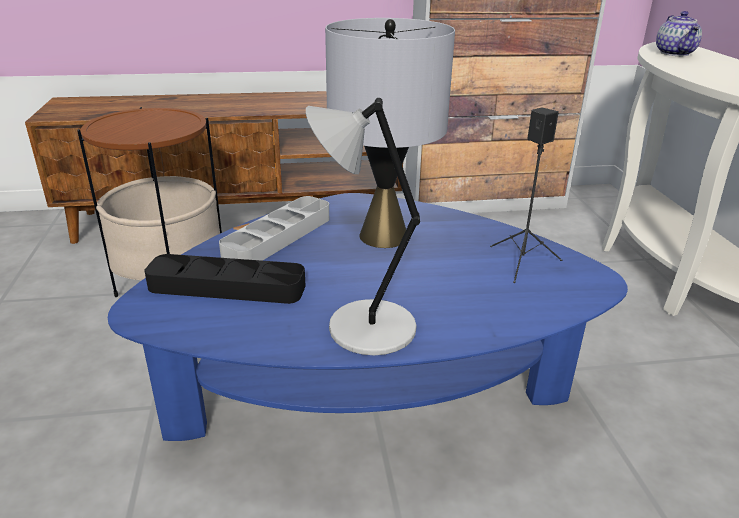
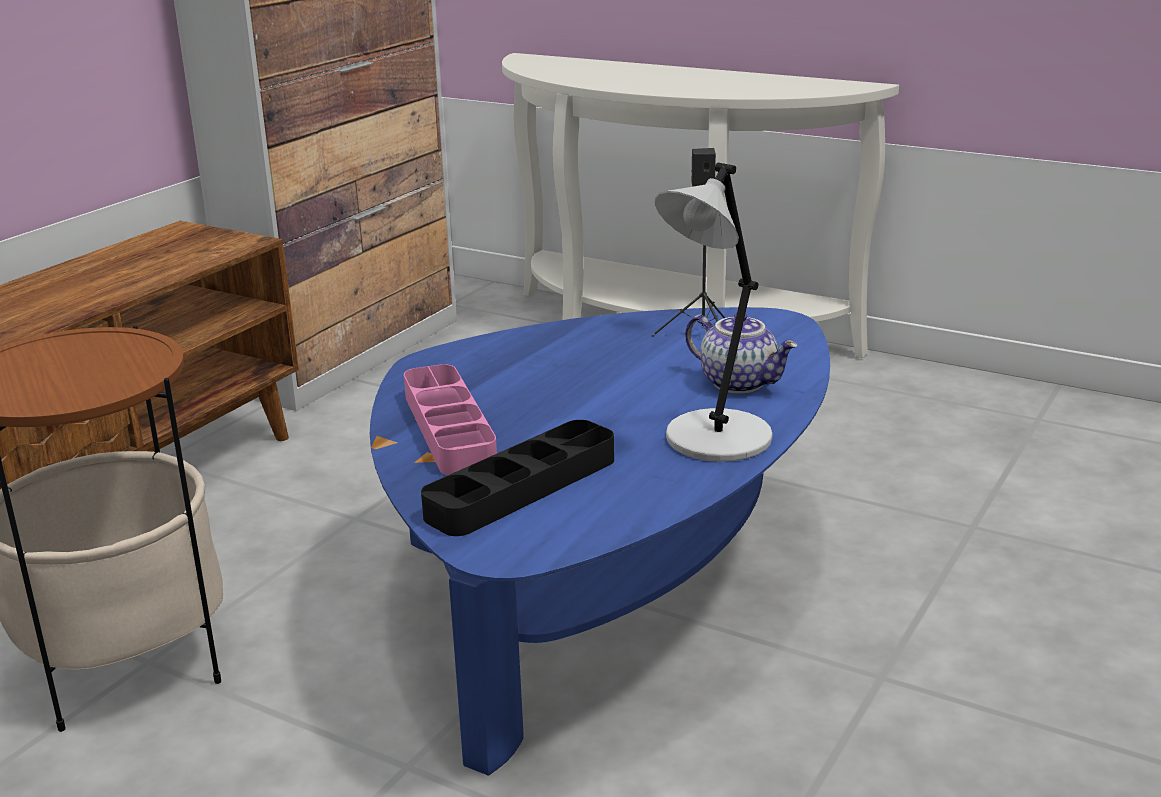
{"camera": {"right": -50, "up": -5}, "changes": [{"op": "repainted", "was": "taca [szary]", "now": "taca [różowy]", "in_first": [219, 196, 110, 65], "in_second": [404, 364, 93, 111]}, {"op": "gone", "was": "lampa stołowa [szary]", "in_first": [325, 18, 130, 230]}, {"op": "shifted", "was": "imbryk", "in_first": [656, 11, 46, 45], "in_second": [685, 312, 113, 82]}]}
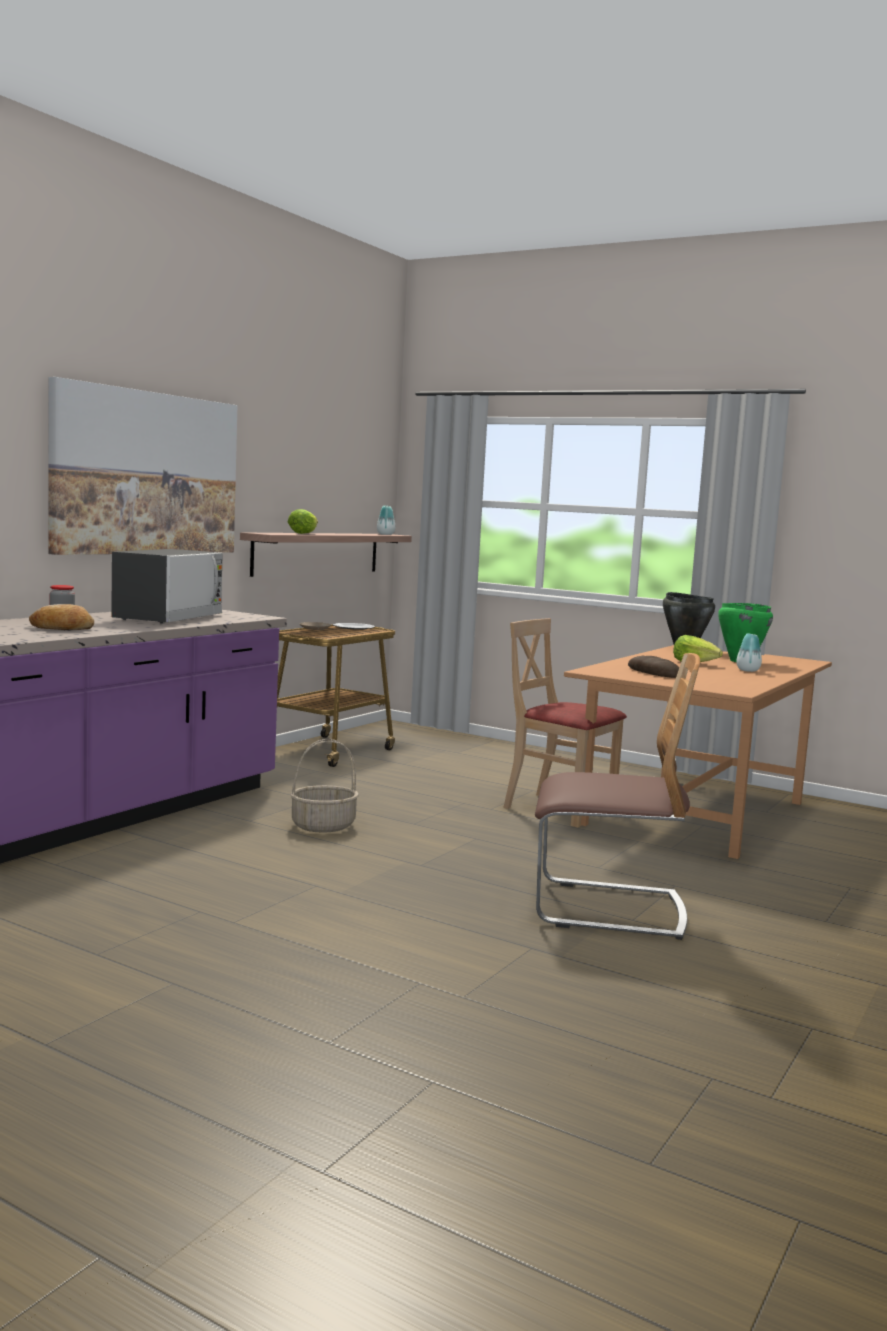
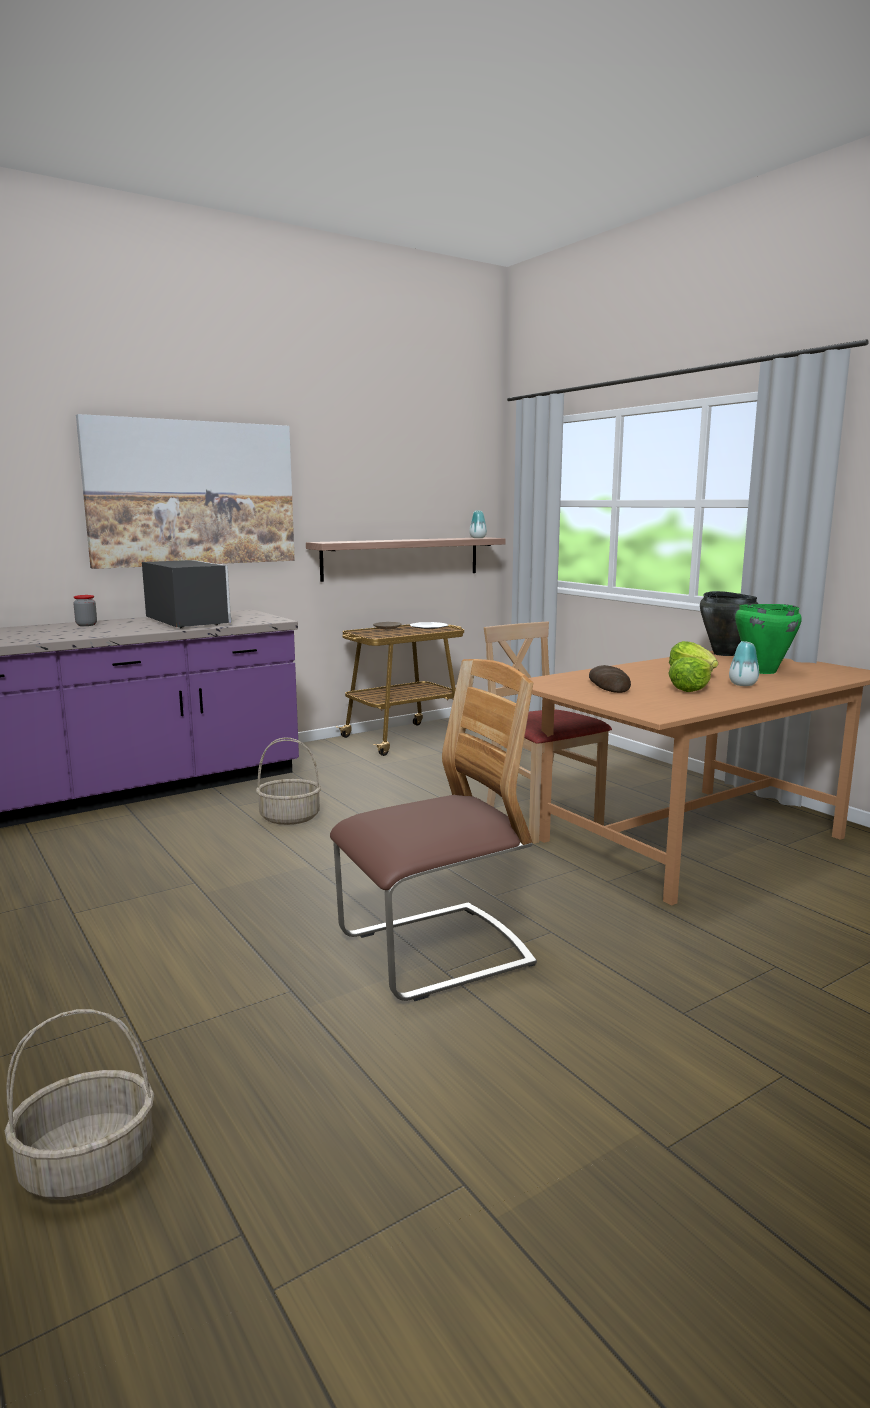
{"camera": {"right": 25, "up": 5}, "changes": [{"op": "gone", "was": "chleb", "in_first": [29, 604, 65, 26]}, {"op": "rotated", "was": "mikrofalówka", "in_first": [111, 549, 112, 74], "in_second": [142, 560, 90, 68], "clockwise": -75}, {"op": "shifted", "was": "sałata", "in_first": [288, 509, 30, 25], "in_second": [668, 657, 45, 35]}, {"op": "rotated", "was": "krzesło", "in_first": [535, 653, 165, 287], "in_second": [330, 659, 207, 342], "clockwise": -60}, {"op": "new", "now": "koszyk", "in_second": [5, 1009, 149, 191]}]}
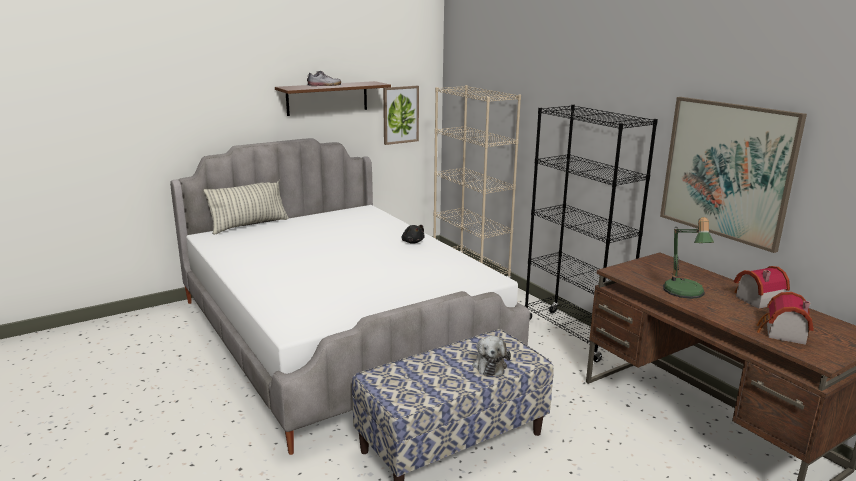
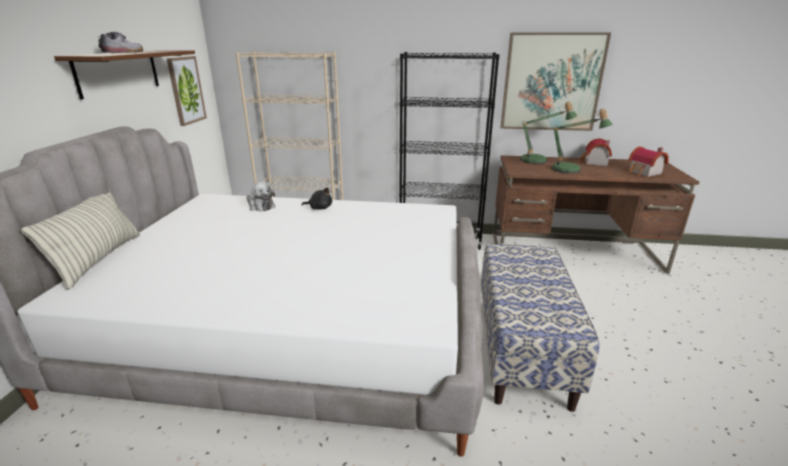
{"camera": {"right": -50, "up": 5}, "changes": [{"op": "shifted", "was": "pluszak", "in_first": [472, 336, 39, 40], "in_second": [247, 181, 28, 30]}, {"op": "new", "now": "lampa stołowa", "in_second": [520, 102, 58, 62]}]}
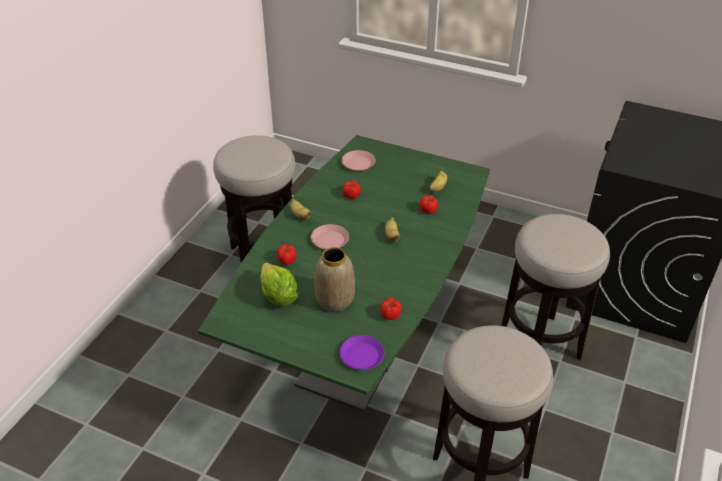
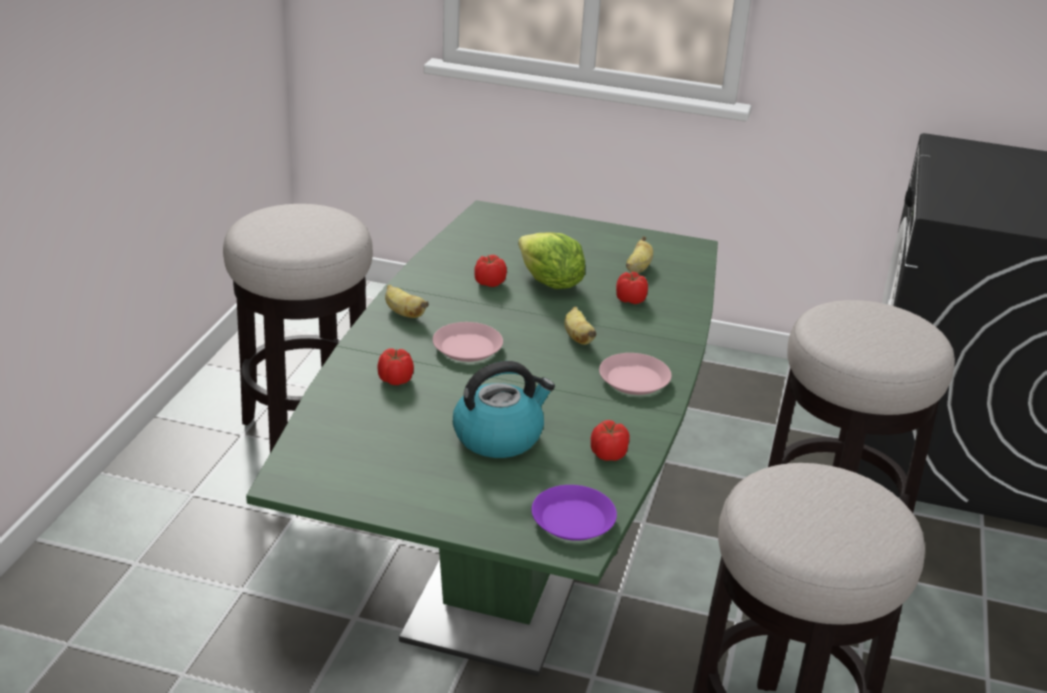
{"camera": {"right": -10, "up": -10}, "changes": [{"op": "shifted", "was": "sałata", "in_first": [260, 263, 38, 43], "in_second": [518, 233, 67, 56]}, {"op": "swapped", "was": "wazon", "now": "czajnik", "in_first": [314, 247, 41, 65], "in_second": [453, 361, 102, 97]}, {"op": "shifted", "was": "talerz [różowy]", "in_first": [341, 150, 35, 21], "in_second": [599, 353, 73, 42]}]}
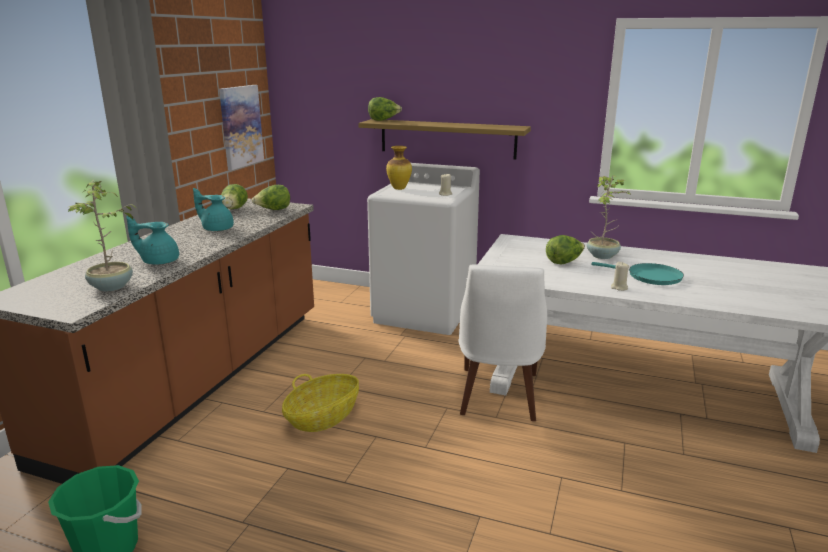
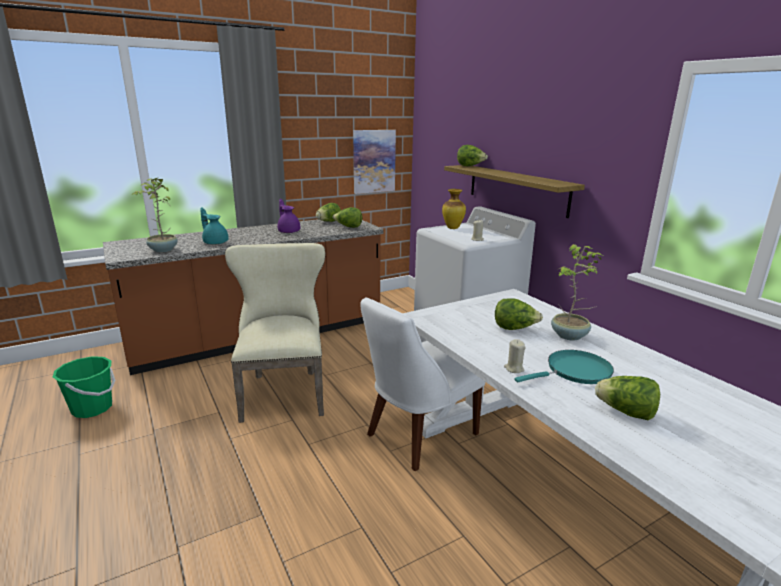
{"camera": {"right": 40, "up": 0}, "changes": [{"op": "repainted", "was": "imbryk [turkusowy]", "now": "imbryk [fioletowy]", "in_first": [193, 188, 41, 43], "in_second": [277, 199, 23, 34]}, {"op": "swapped", "was": "koszyk", "now": "krzesło [beżowy]", "in_first": [282, 374, 77, 58], "in_second": [225, 243, 101, 180]}, {"op": "rotated", "was": "patelnia [turkusowy]", "in_first": [591, 262, 93, 23], "in_second": [515, 350, 99, 34], "clockwise": -90}, {"op": "new", "now": "sałata", "in_second": [595, 376, 65, 44]}]}
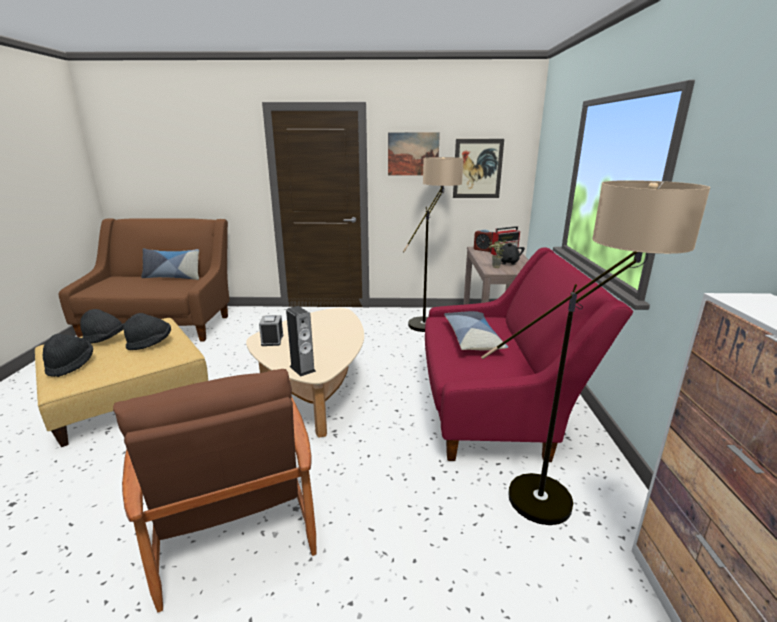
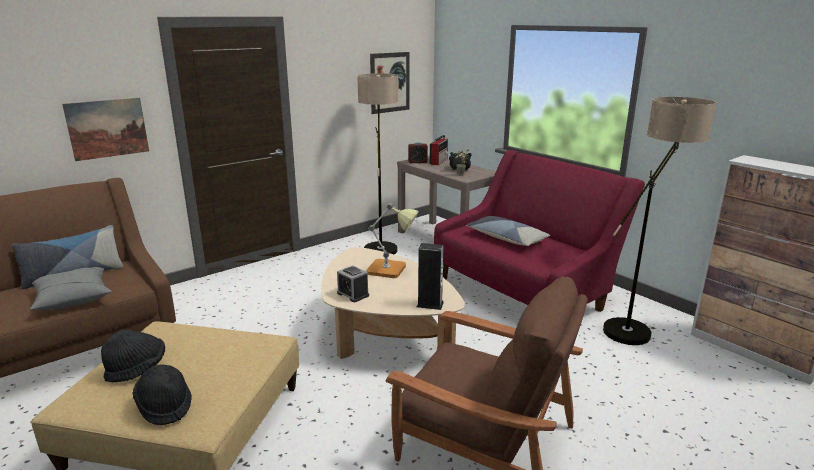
{"camera": {"right": -40, "up": 0}, "changes": [{"op": "gone", "was": "kapelusz [czarny]", "in_first": [123, 313, 48, 37]}, {"op": "shifted", "was": "obraz", "in_first": [388, 132, 52, 43], "in_second": [62, 98, 87, 63]}, {"op": "new", "now": "poduszka [szary]", "in_second": [30, 267, 82, 43]}, {"op": "new", "now": "lampa stołowa", "in_second": [366, 203, 52, 75]}]}
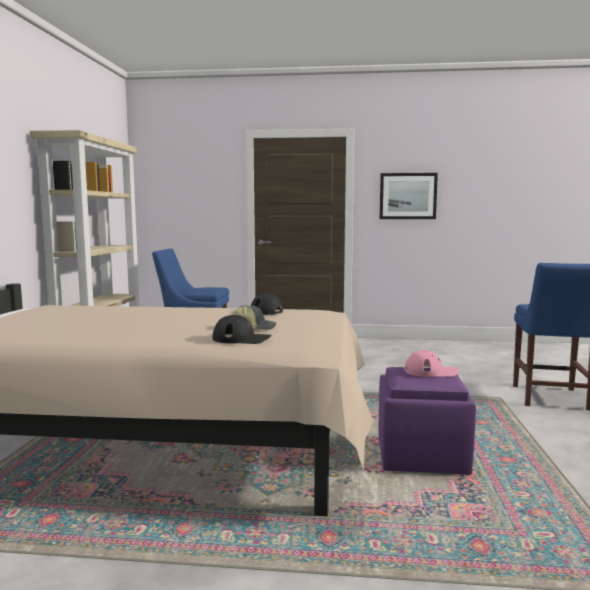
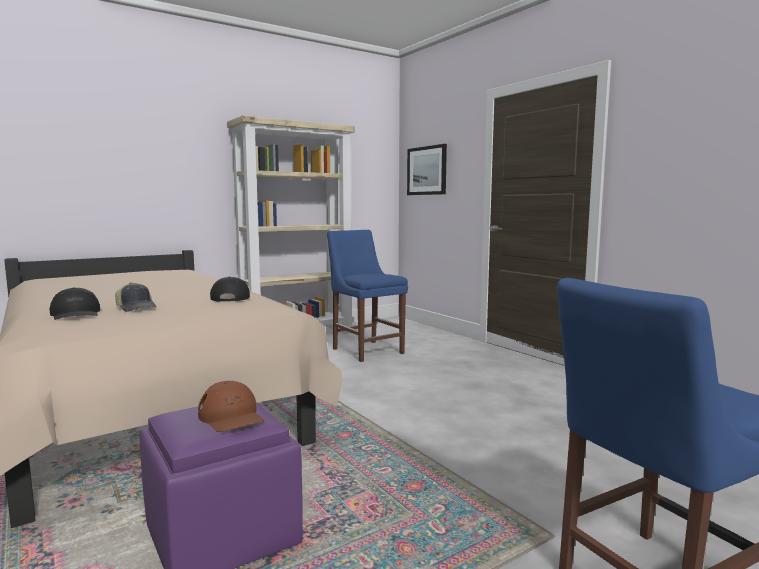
{"camera": {"right": 50, "up": 0}, "changes": [{"op": "shifted", "was": "obraz", "in_first": [380, 173, 58, 46], "in_second": [407, 144, 40, 51]}, {"op": "repainted", "was": "czapka z daszkiem [różowy]", "now": "czapka z daszkiem [brązowy]", "in_first": [404, 350, 55, 27], "in_second": [198, 381, 66, 51]}]}
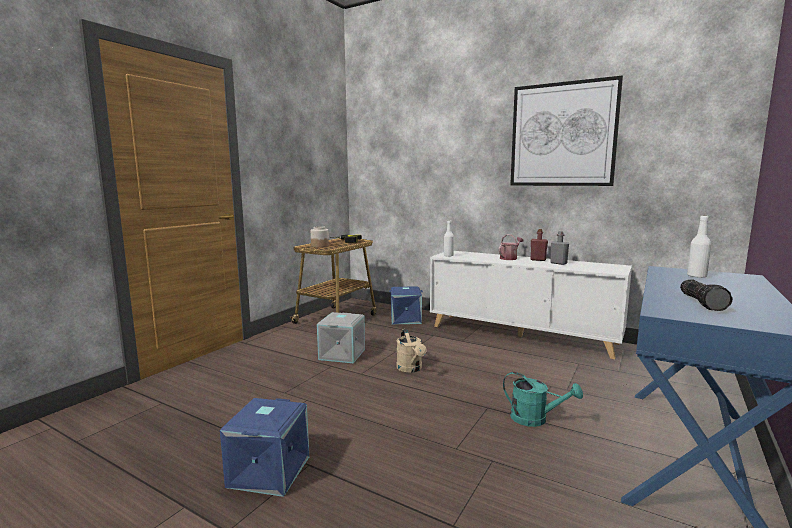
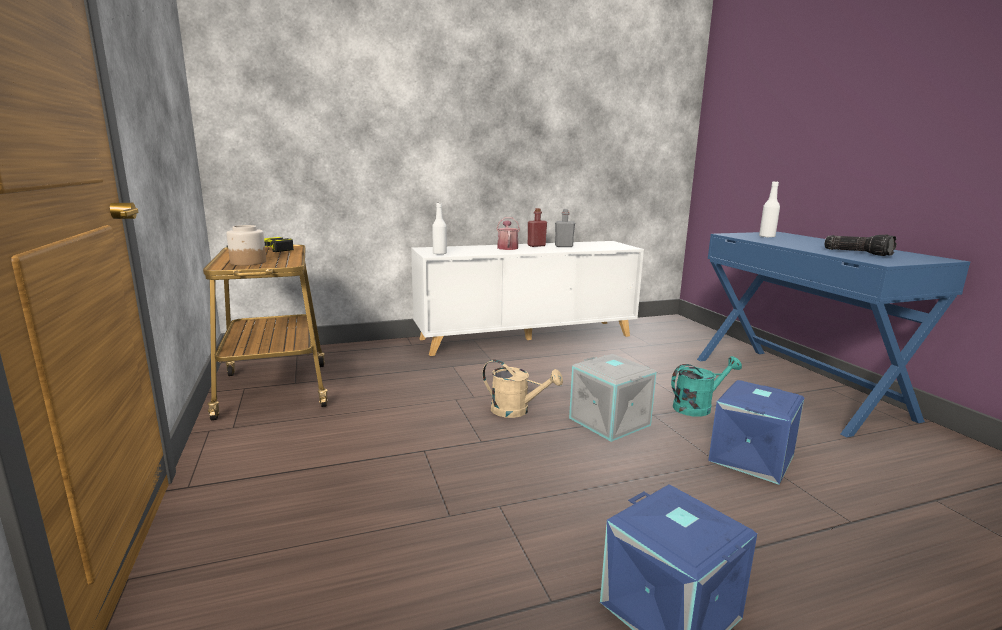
{"camera": {"right": -50, "up": 5}, "changes": [{"op": "shifted", "was": "pojemnik do przechowywania [szary]", "in_first": [317, 312, 48, 52], "in_second": [569, 354, 87, 88]}, {"op": "shifted", "was": "pojemnik do przechowywania [niebieski]", "in_first": [389, 286, 34, 38], "in_second": [708, 380, 96, 105]}, {"op": "gone", "was": "obraz", "in_first": [510, 75, 113, 111]}]}
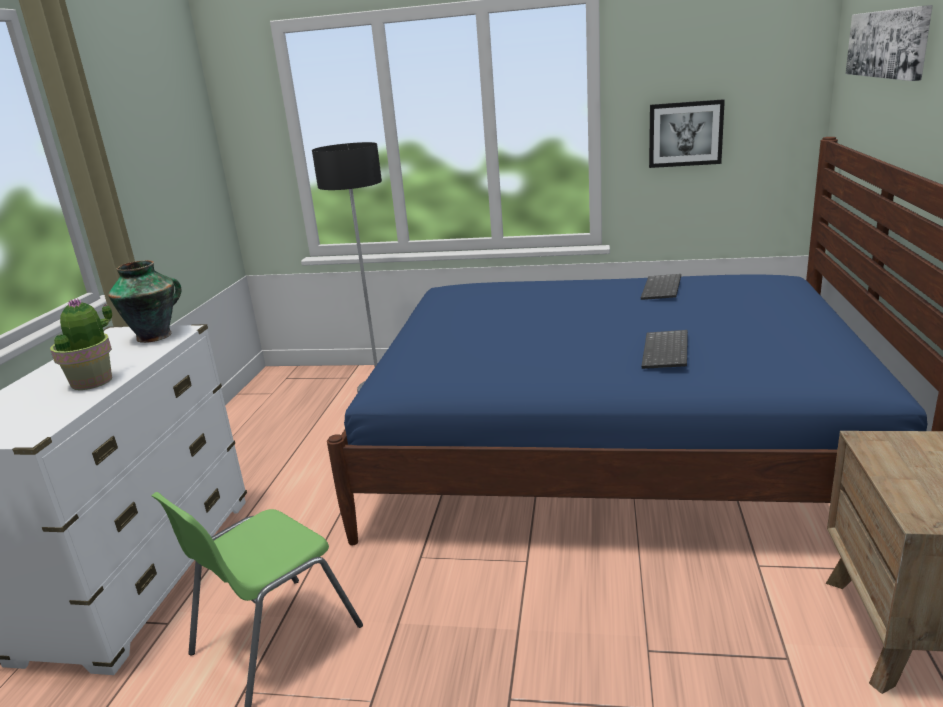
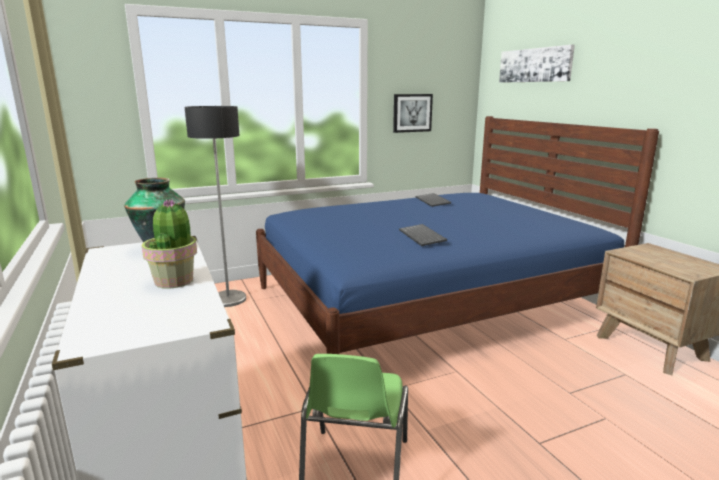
{"camera": {"right": -35, "up": -5}, "changes": [{"op": "shifted", "was": "klawiatura", "in_first": [642, 330, 46, 39], "in_second": [399, 224, 48, 22]}]}
